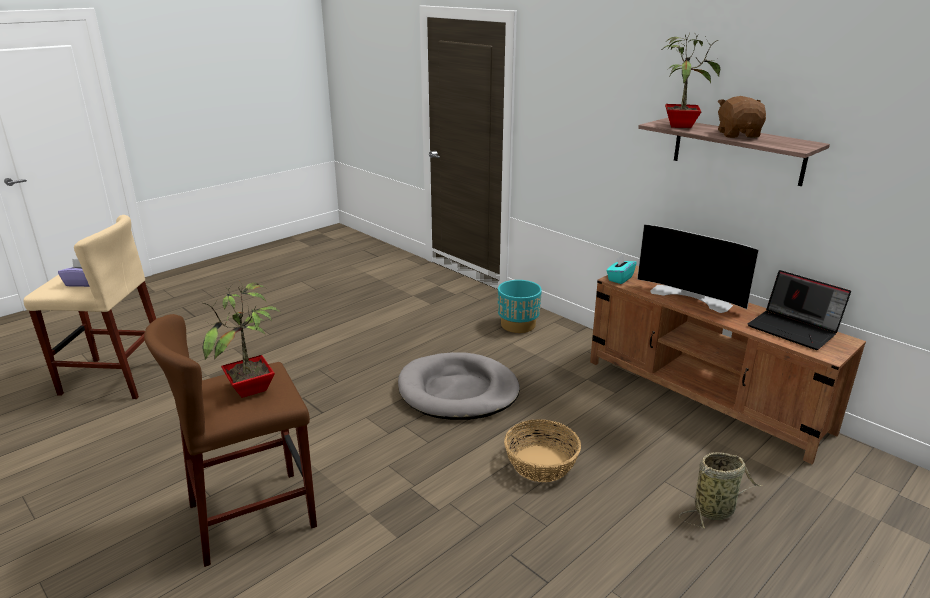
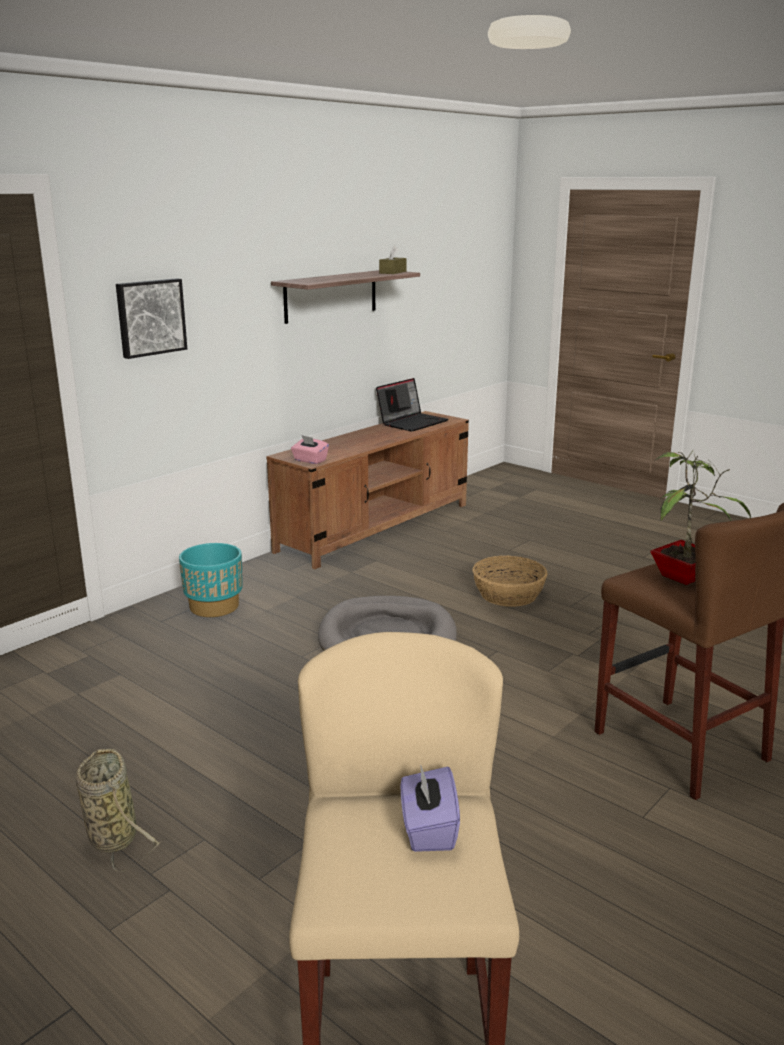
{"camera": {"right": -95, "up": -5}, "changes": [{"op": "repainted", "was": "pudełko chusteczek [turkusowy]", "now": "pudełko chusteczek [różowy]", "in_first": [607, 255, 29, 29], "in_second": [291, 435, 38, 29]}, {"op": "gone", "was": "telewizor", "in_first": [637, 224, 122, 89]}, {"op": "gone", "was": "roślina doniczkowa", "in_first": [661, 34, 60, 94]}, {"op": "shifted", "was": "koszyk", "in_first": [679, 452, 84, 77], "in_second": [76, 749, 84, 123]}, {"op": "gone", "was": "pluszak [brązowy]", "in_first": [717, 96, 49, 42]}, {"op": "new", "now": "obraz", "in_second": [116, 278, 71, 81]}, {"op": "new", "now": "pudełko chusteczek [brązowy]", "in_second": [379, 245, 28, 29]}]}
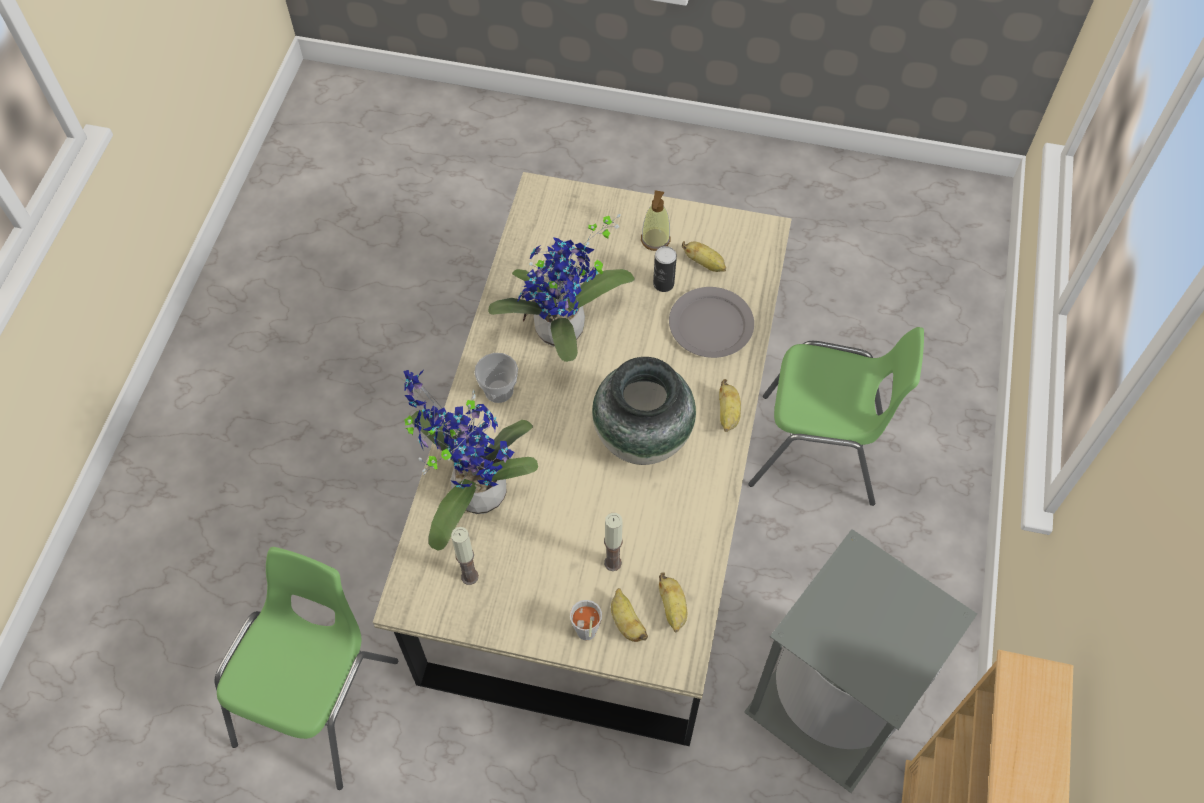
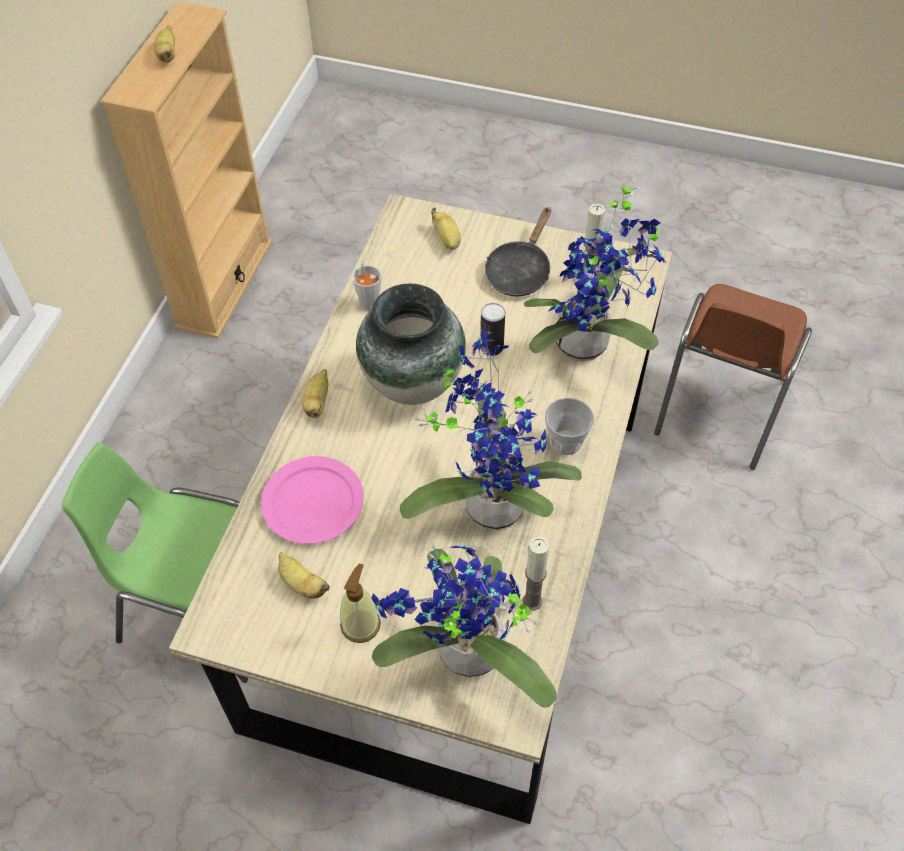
{"camera": {"right": -175, "up": -5}, "changes": [{"op": "repainted", "was": "krzesło [zielony]", "now": "krzesło [brązowy]", "in_first": [214, 547, 184, 243], "in_second": [654, 284, 158, 186]}, {"op": "shifted", "was": "filiżanka [szary]", "in_first": [570, 600, 32, 40], "in_second": [352, 249, 30, 61]}, {"op": "shifted", "was": "świeca", "in_first": [604, 513, 19, 58], "in_second": [523, 536, 26, 75]}, {"op": "shifted", "was": "puszka", "in_first": [653, 246, 24, 46], "in_second": [481, 303, 24, 53]}, {"op": "shifted", "was": "banan", "in_first": [659, 572, 28, 61], "in_second": [154, 25, 21, 38]}, {"op": "repainted", "was": "talerz [szary]", "now": "talerz [różowy]", "in_first": [669, 287, 85, 71], "in_second": [261, 456, 103, 88]}, {"op": "gone", "was": "kosz na śmieci [szary]", "in_first": [744, 529, 233, 264]}, {"op": "new", "now": "roślina doniczkowa", "in_second": [372, 544, 185, 164]}, {"op": "new", "now": "patelnia [czarny]", "in_second": [485, 207, 66, 90]}]}
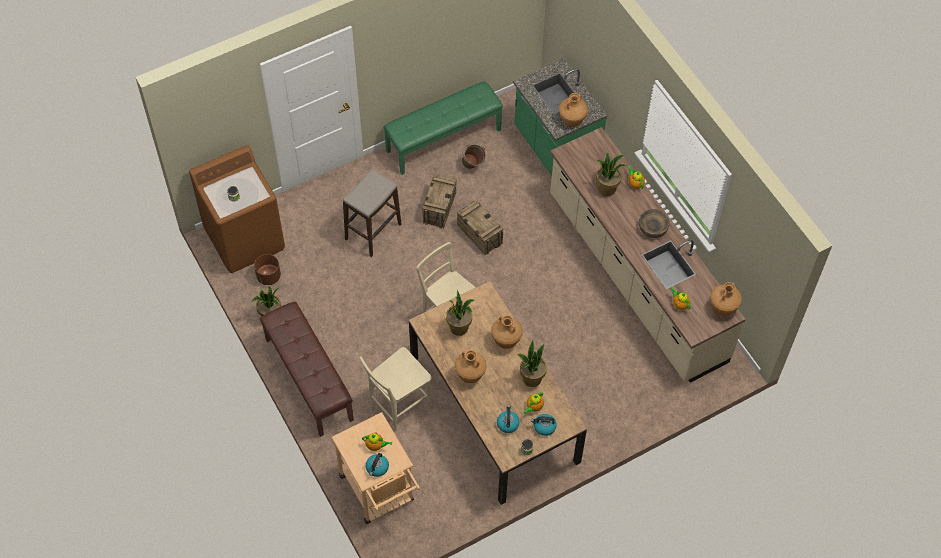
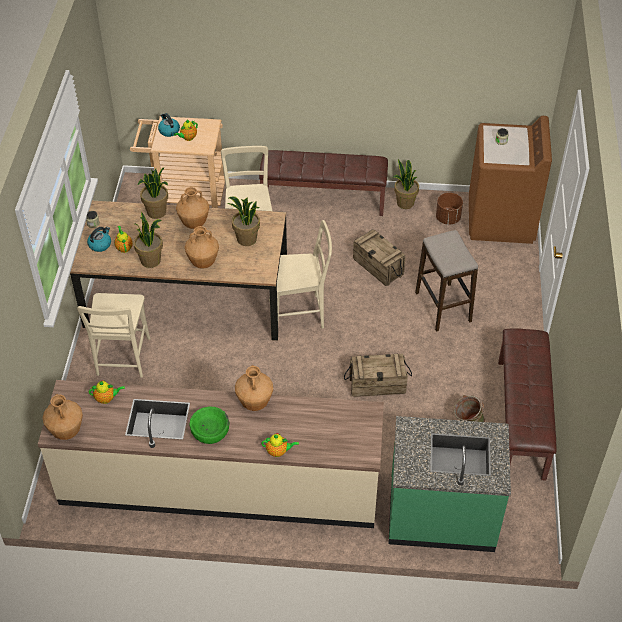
{"camera": {"right": 125, "up": -10}, "changes": [{"op": "repainted", "was": "ławka [zielony]", "now": "ławka [brązowy]", "in_first": [383, 81, 120, 94], "in_second": [498, 328, 59, 153]}, {"op": "shifted", "was": "skrzynka", "in_first": [422, 174, 35, 54], "in_second": [353, 229, 52, 57]}, {"op": "gone", "was": "czajnik", "in_first": [497, 405, 23, 28]}, {"op": "shifted", "was": "wazon [brązowy]", "in_first": [559, 93, 29, 34], "in_second": [235, 365, 38, 46]}, {"op": "shifted", "was": "roślina doniczkowa", "in_first": [596, 153, 31, 43], "in_second": [138, 167, 30, 52]}, {"op": "repainted", "was": "miska [brązowy]", "now": "miska [zielony]", "in_first": [639, 209, 30, 29], "in_second": [190, 407, 39, 37]}, {"op": "new", "now": "krzesło [beżowy]", "in_second": [77, 293, 74, 85]}]}
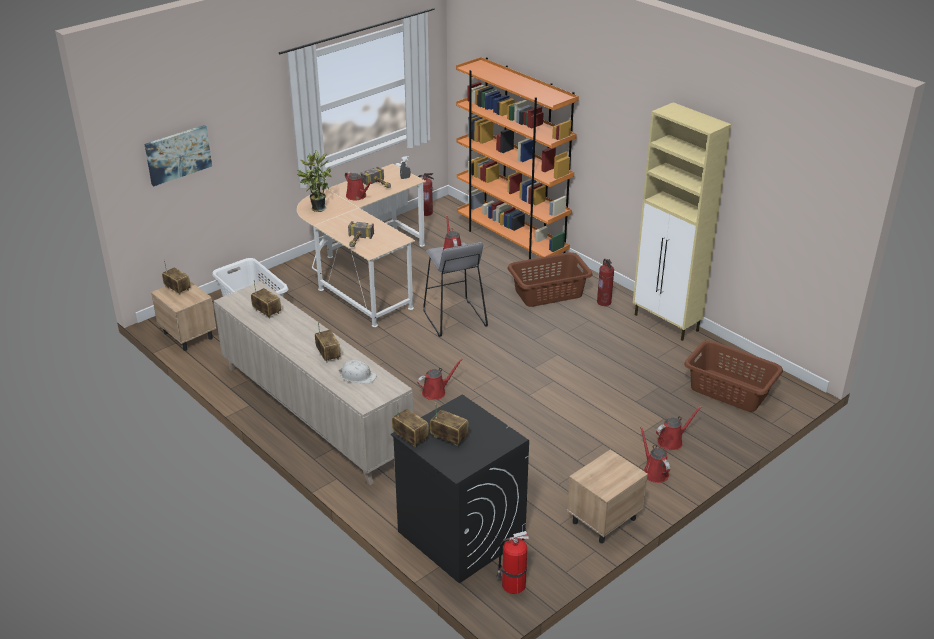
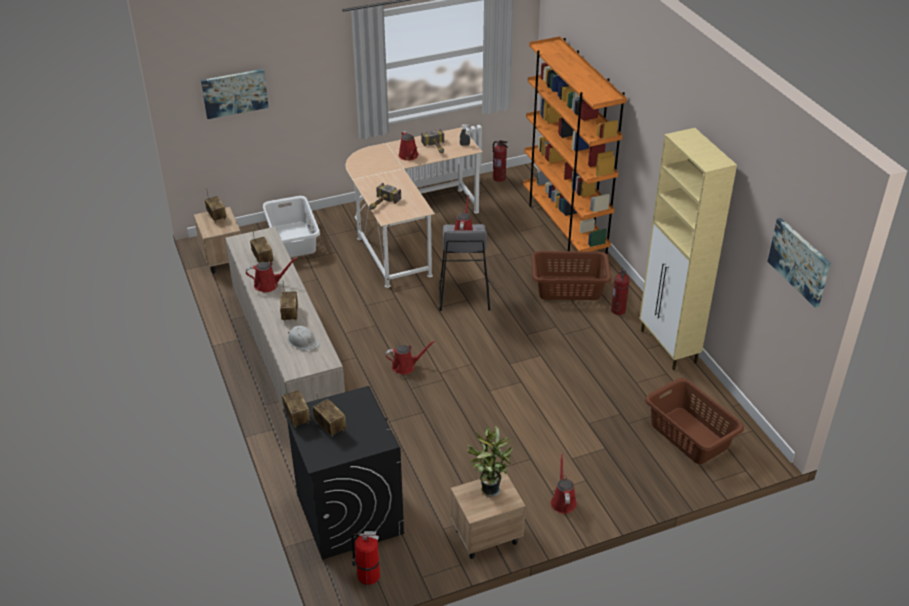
{"camera": {"right": 20, "up": 5}, "changes": [{"op": "shifted", "was": "roślina doniczkowa", "in_first": [297, 150, 34, 62], "in_second": [467, 426, 46, 71]}, {"op": "shifted", "was": "konewka [czerwony]", "in_first": [656, 406, 46, 44], "in_second": [246, 258, 51, 34]}, {"op": "new", "now": "obraz", "in_second": [767, 218, 64, 90]}]}
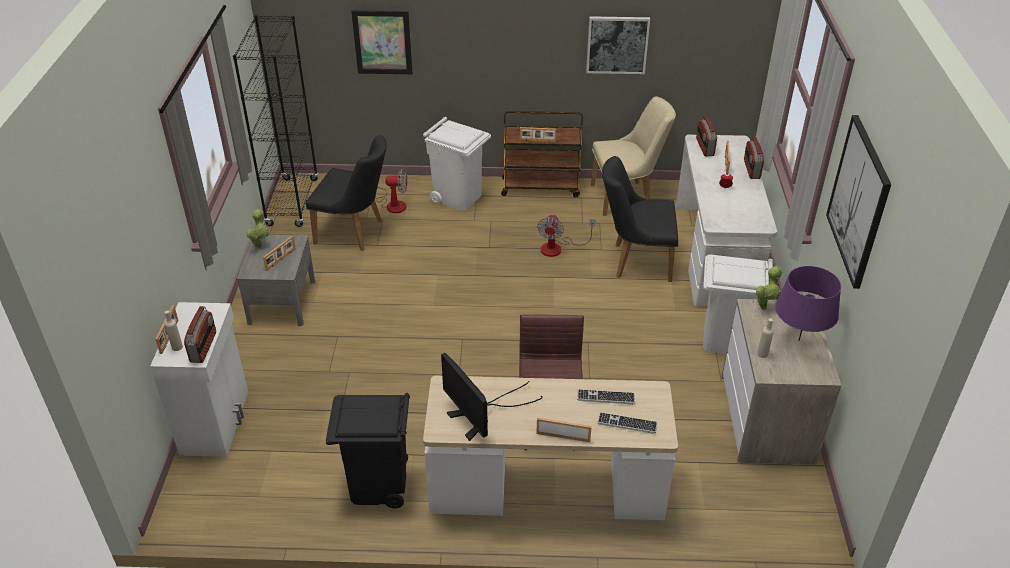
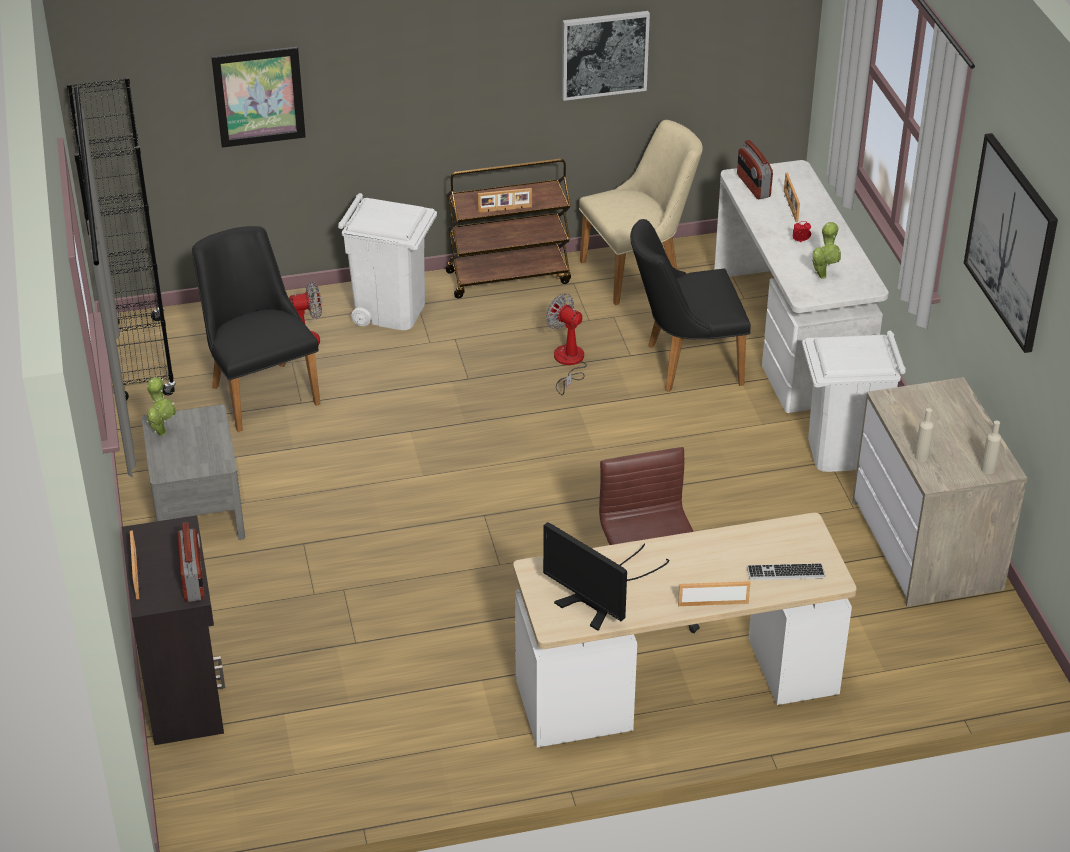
{"camera": {"right": -15, "up": 0}, "changes": [{"op": "repainted", "was": "szafka [biały]", "now": "szafka [czarny]", "in_first": [150, 302, 98, 155], "in_second": [122, 515, 103, 230]}, {"op": "shifted", "was": "butelka [beżowy]", "in_first": [164, 310, 19, 41], "in_second": [981, 420, 20, 54]}, {"op": "gone", "was": "ramka na zdjęcie", "in_first": [263, 236, 33, 35]}, {"op": "rotated", "was": "krzesło [czarny]", "in_first": [306, 135, 81, 116], "in_second": [192, 226, 128, 206], "clockwise": -120}, {"op": "gone", "was": "kosz na śmieci [czarny]", "in_first": [326, 393, 84, 115]}, {"op": "rotated", "was": "wentylator", "in_first": [537, 214, 58, 43], "in_second": [546, 293, 41, 102], "clockwise": 135}, {"op": "gone", "was": "klawiatura", "in_first": [577, 389, 58, 15]}, {"op": "gone", "was": "radio", "in_first": [744, 136, 20, 43]}, {"op": "shifted", "was": "roślina doniczkowa", "in_first": [756, 266, 27, 44], "in_second": [812, 222, 29, 57]}, {"op": "gone", "was": "lampa stołowa [fioletowy]", "in_first": [775, 266, 66, 75]}]}
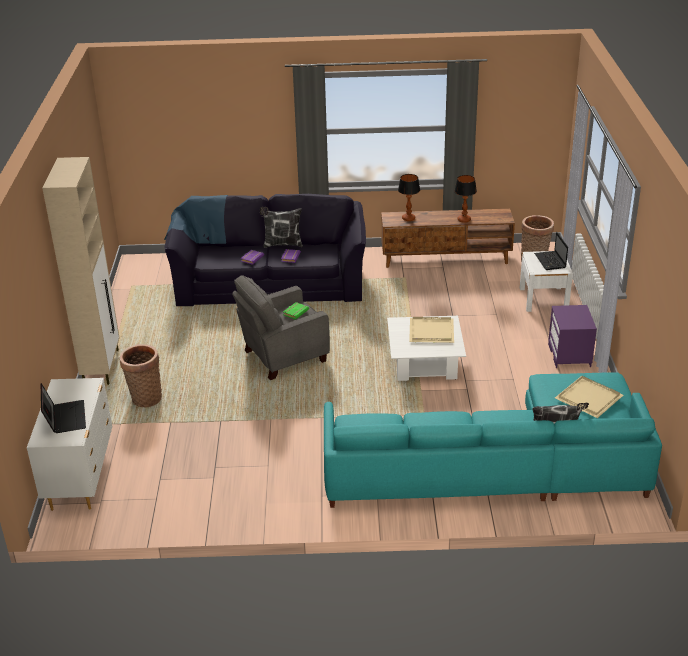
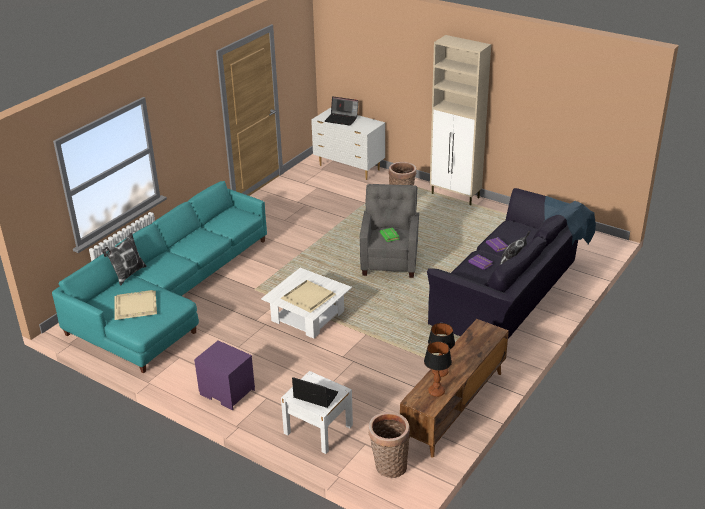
{"camera": {"right": 125, "up": 0}, "changes": [{"op": "shifted", "was": "lampa stołowa", "in_first": [398, 174, 22, 47], "in_second": [424, 341, 28, 56]}]}
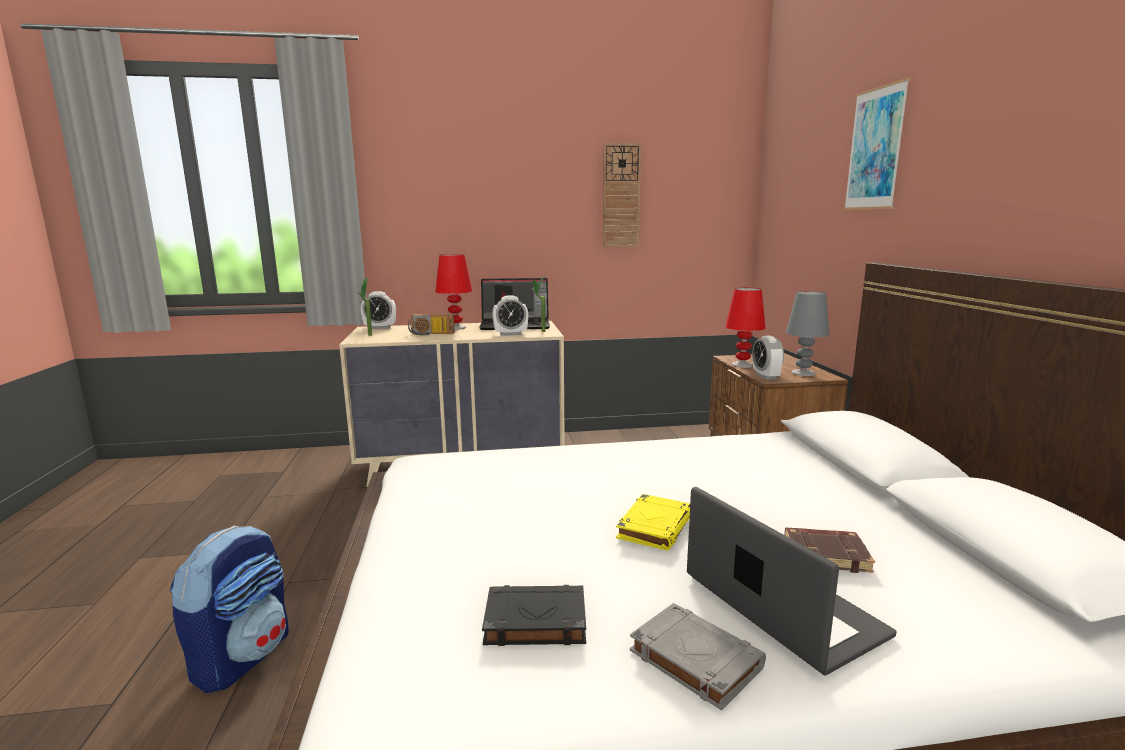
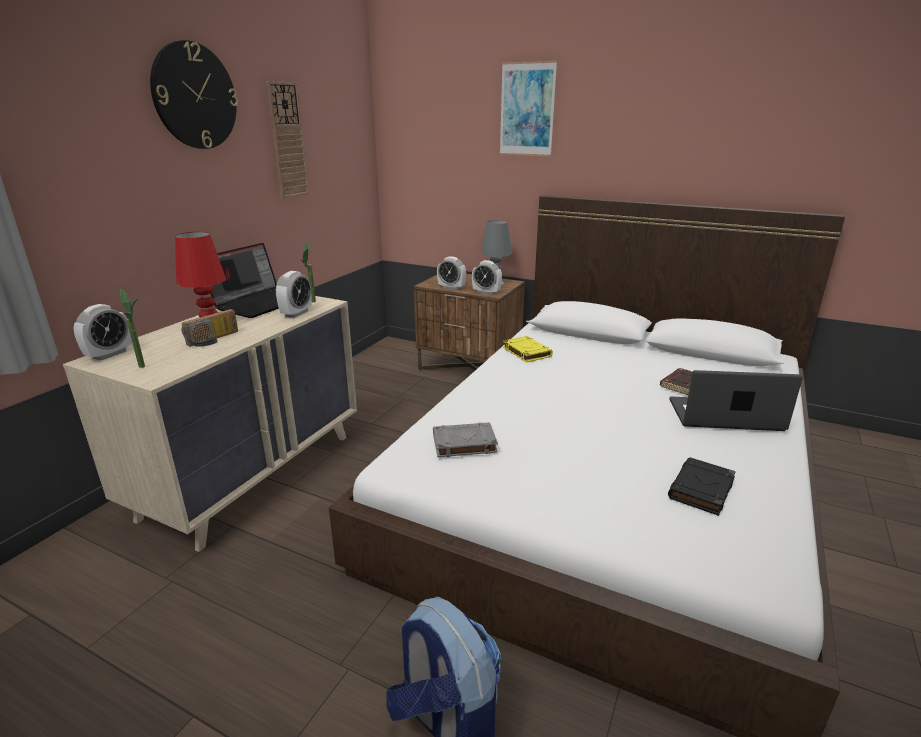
{"camera": {"right": -55, "up": 10}, "changes": [{"op": "shifted", "was": "książka [żółty]", "in_first": [616, 494, 74, 57], "in_second": [503, 336, 50, 27]}, {"op": "shifted", "was": "książka [szary]", "in_first": [630, 603, 136, 108], "in_second": [433, 422, 65, 35]}, {"op": "swapped", "was": "lampa stołowa [czerwony]", "now": "budzik", "in_first": [725, 288, 41, 80], "in_second": [437, 256, 29, 34]}, {"op": "new", "now": "zegar ścienny", "in_second": [150, 40, 88, 109]}]}
